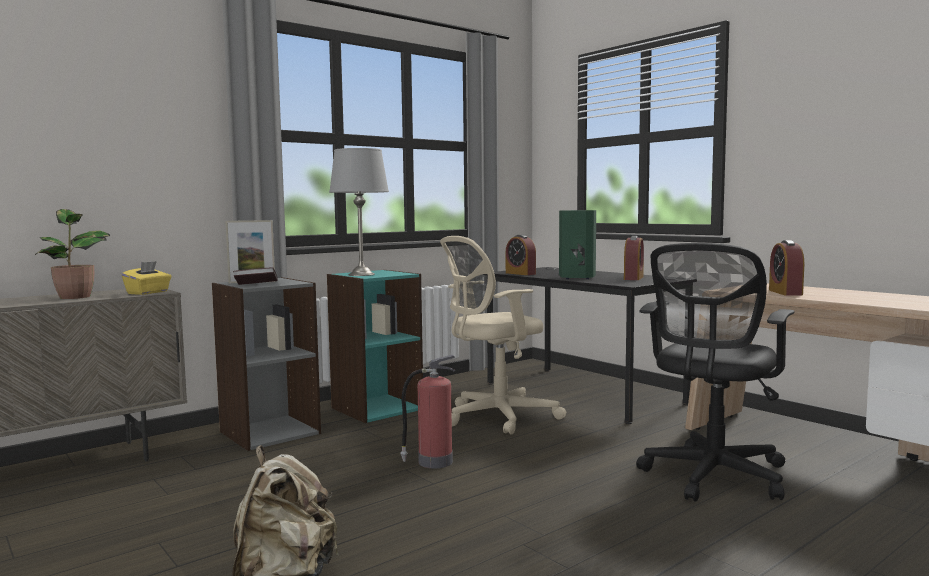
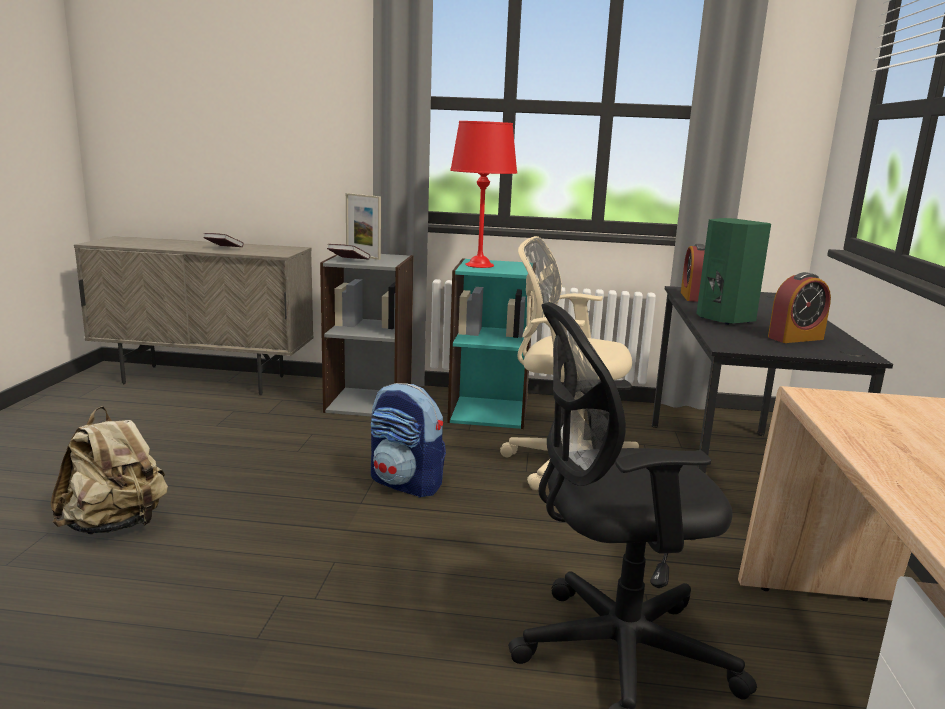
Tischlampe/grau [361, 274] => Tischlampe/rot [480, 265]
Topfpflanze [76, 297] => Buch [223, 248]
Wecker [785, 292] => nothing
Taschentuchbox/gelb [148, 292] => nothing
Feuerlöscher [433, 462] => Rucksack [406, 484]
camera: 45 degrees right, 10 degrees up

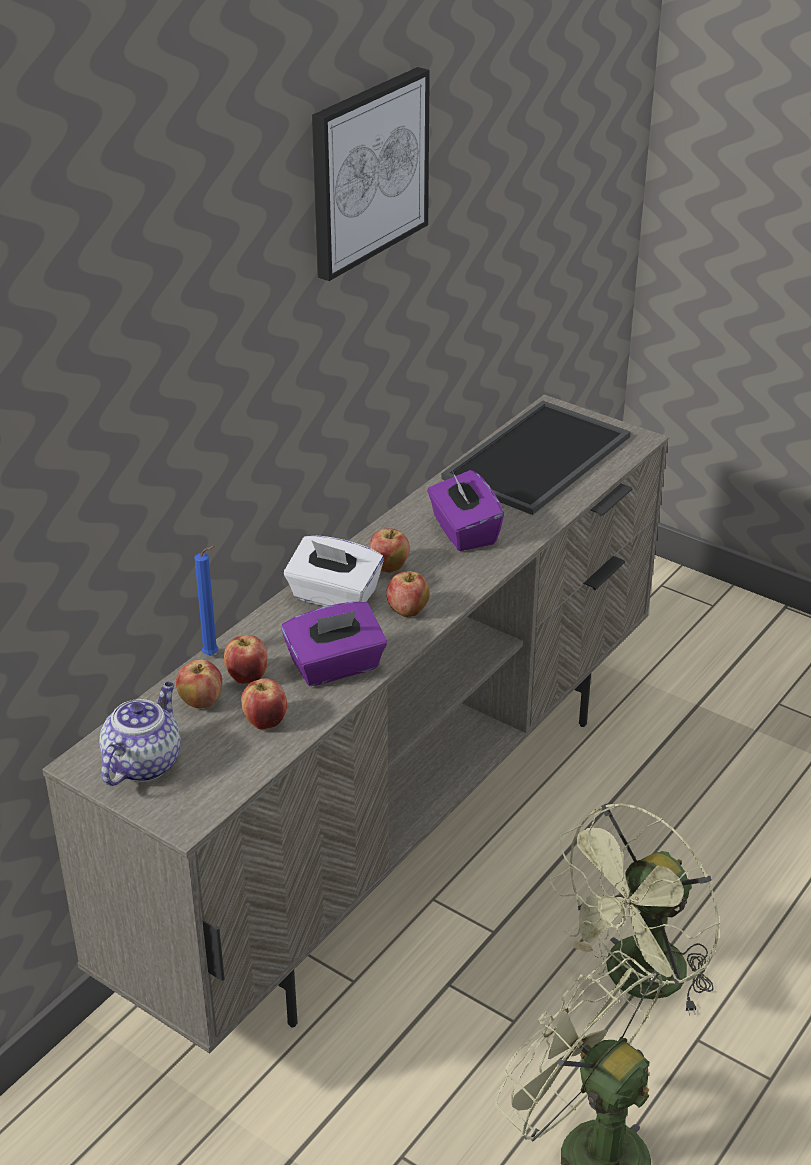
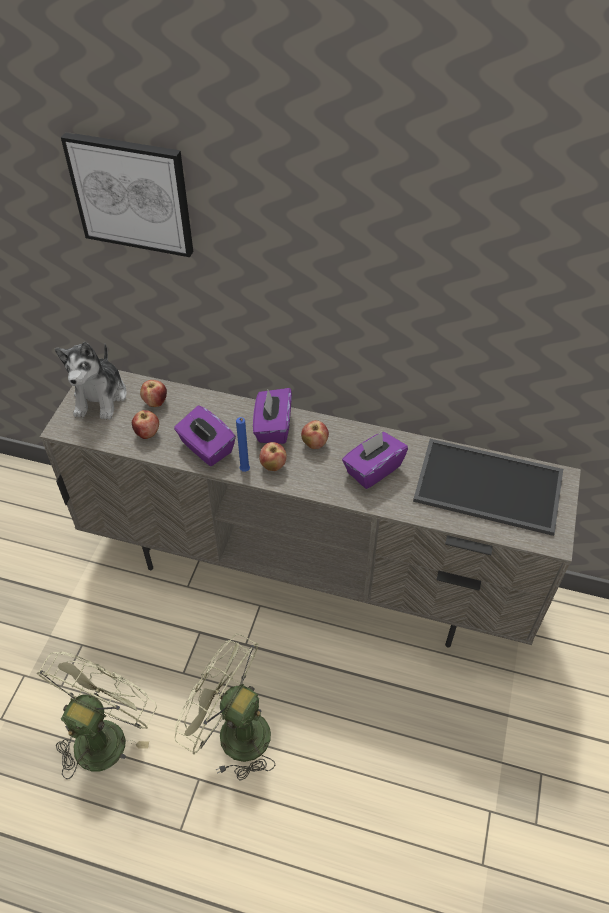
Bild [367, 171] => Bild [132, 194], relocated
Taschentuchbox/weiß [334, 596] => Taschentuchbox/lila [273, 427]
Kerze/blau [213, 655] => Kerze/blau [245, 471], relocated
Apfel [248, 677] => nothing
Teekanne [143, 762] => Plüschtier [100, 397]
camera: 70 degrees right, 15 degrees up

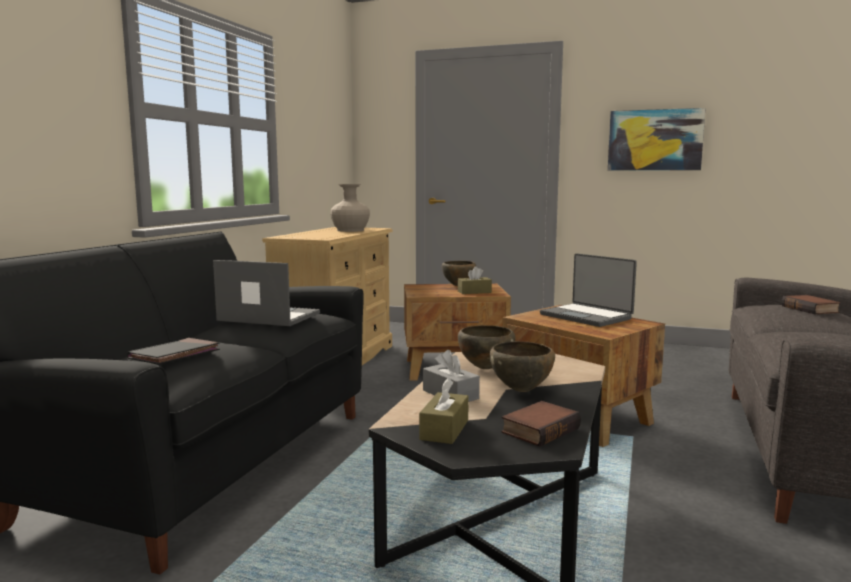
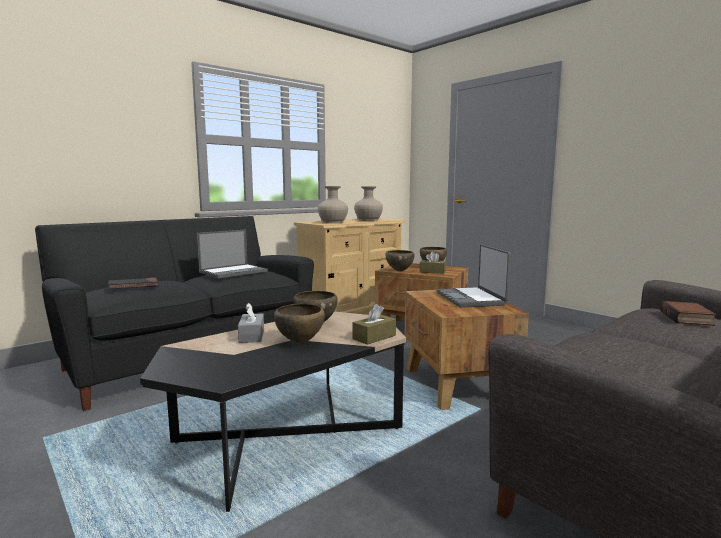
Bild [655, 140] => nothing
Laptop [268, 317] => Laptop [234, 271], 90 degrees clockwise
Taschentuchbox/braun [444, 430] => Taschentuchbox/braun [374, 337], relocated
Buch [539, 429] => nothing
nothing => Vase/beige [333, 222]
nothing => Schüssel/braun [399, 271]
camera: 30 degrees right, 0 degrees up

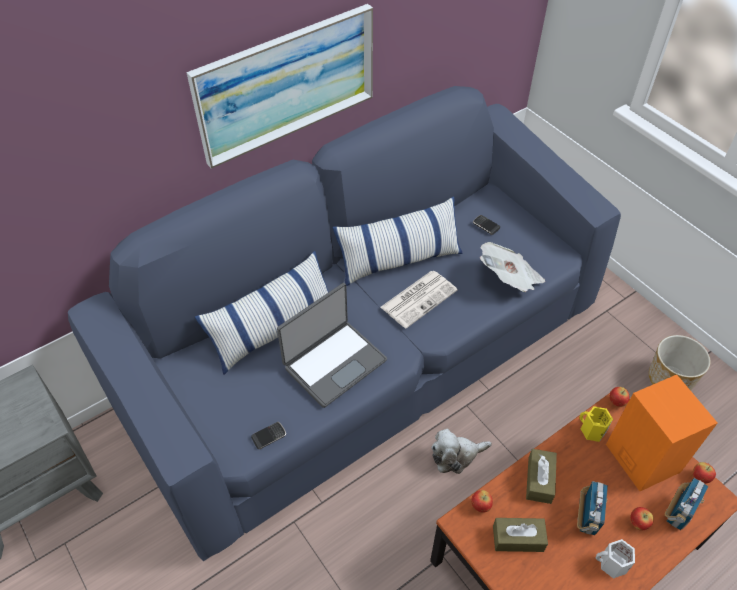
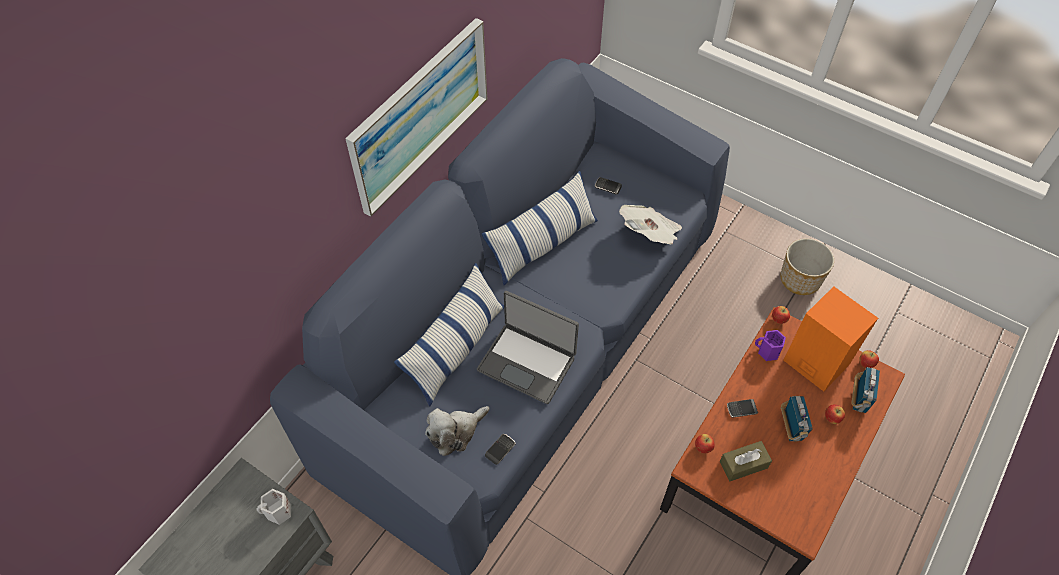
Zeitung [419, 298] => nothing
Laptop [334, 362] => Laptop [527, 362], 90 degrees clockwise
Henkelbecher/gelb [591, 431] => Henkelbecher/lila [767, 352]
Plüschtier [456, 456] => Plüschtier [455, 432], relocated
Taschentuchbox/braun [539, 480] => Handy [741, 409]
Henkelbecher/weiß [612, 565] => Henkelbecher/weiß [278, 513], relocated
camera: 20 degrees left, 5 degrees up

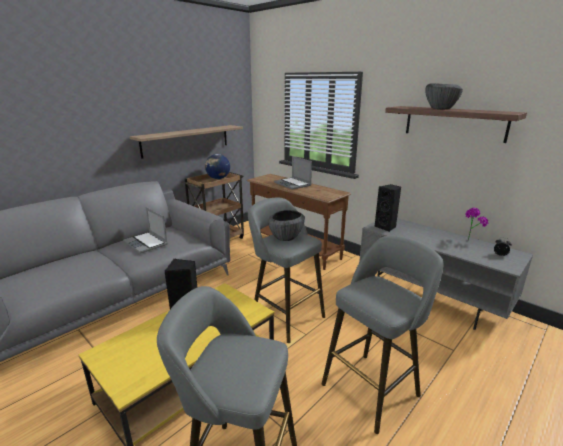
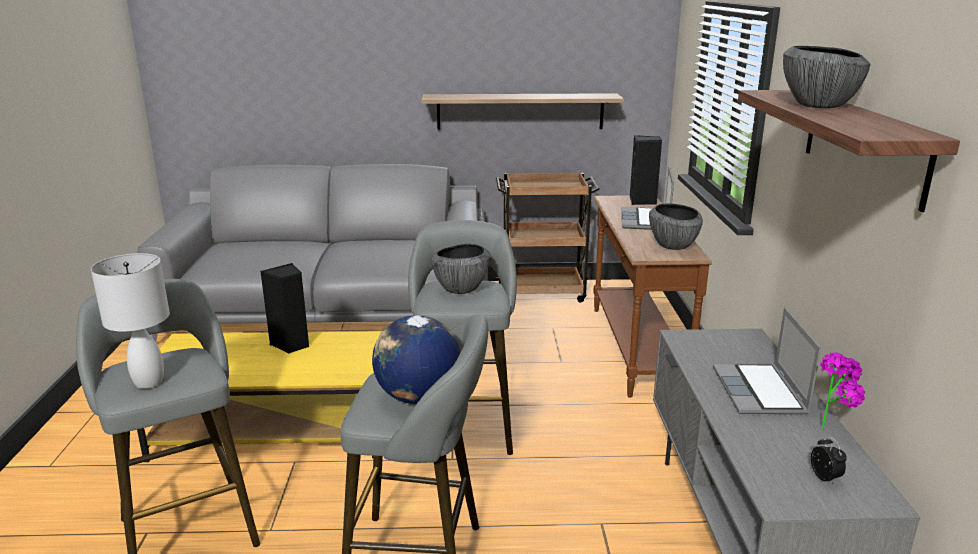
Globus [218, 178] => Globus [417, 397], relocated
Lautsprecher/schwarz [386, 227] => Lautsprecher/schwarz [642, 201], relocated
Laptop [146, 243] => Laptop [760, 392], relocated
nothing => Schüssel [673, 246]
nothing => Tischlampe/weiß [148, 382]
camera: 45 degrees right, 0 degrees up

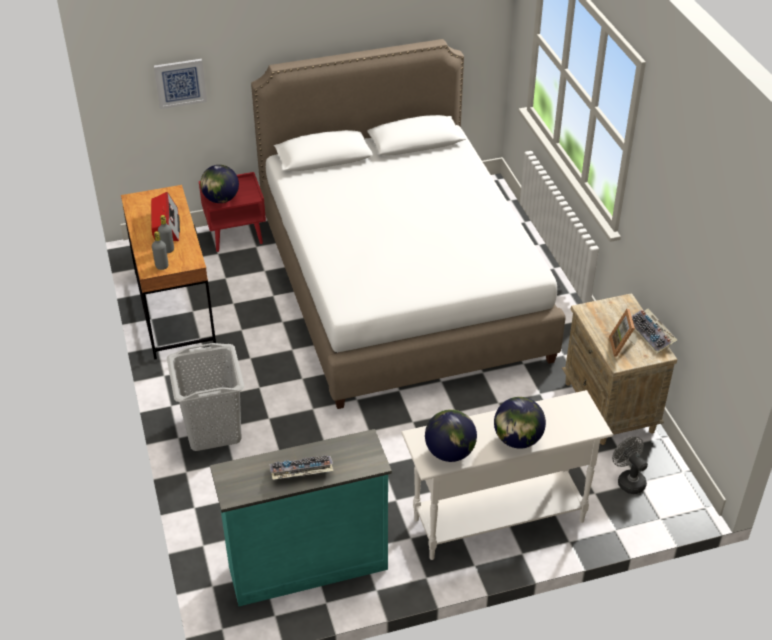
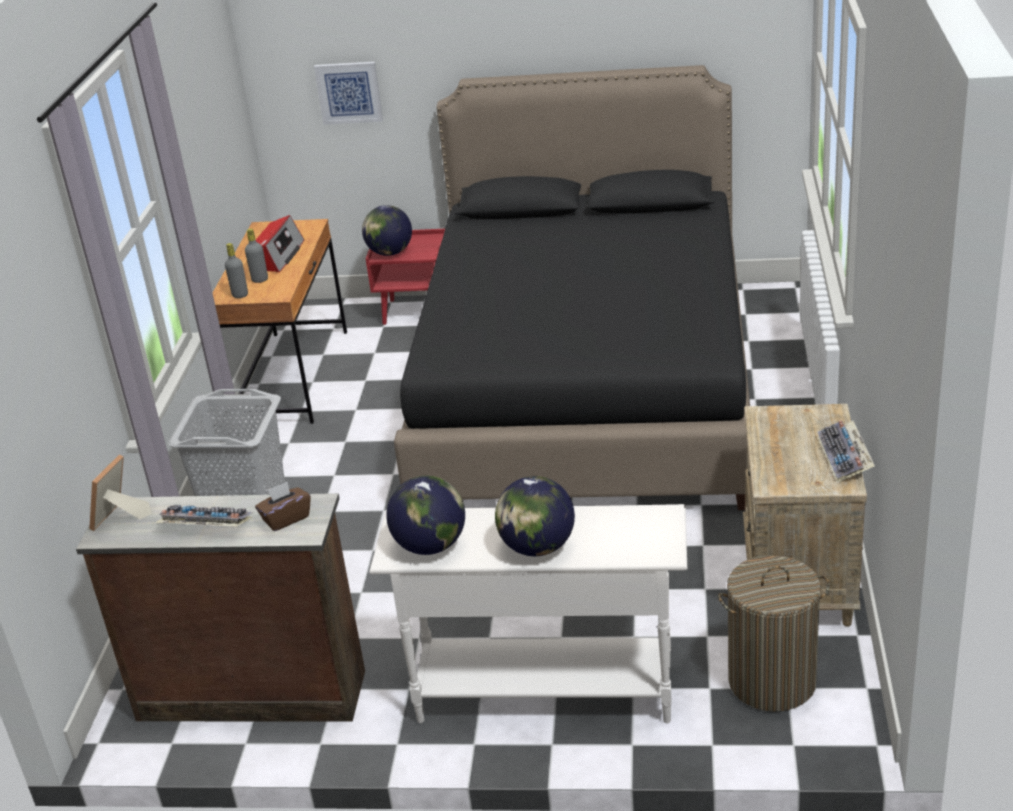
Bett/weiß [400, 285] => Bett/schwarz [587, 389]
Bilderrahmen [622, 346] => Bilderrahmen [119, 519], relocated
Kommode/türkis [306, 566] => Kommode/braun [251, 693]
Ventilator/grau [628, 480] => Wäschekorb [771, 682]
nothing => Taschentuchbox/braun [286, 518]
camera: 25 degrees right, 10 degrees down

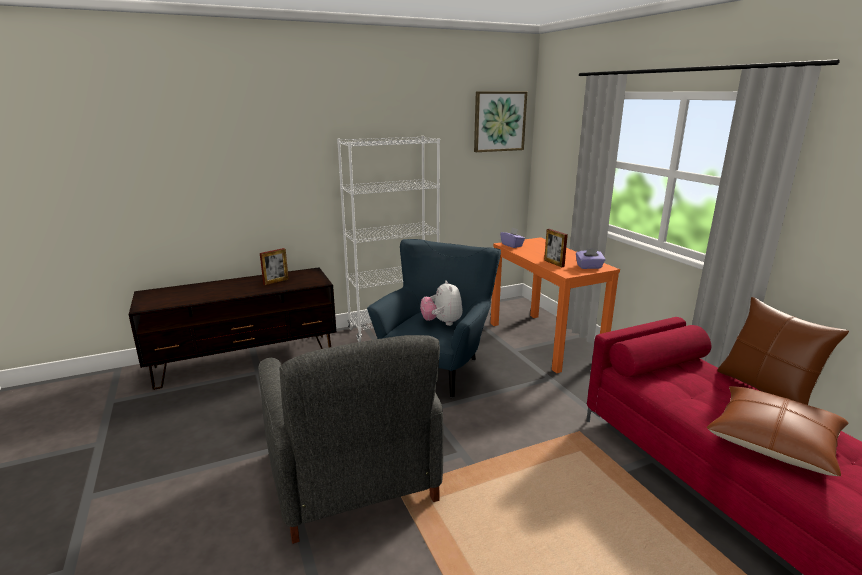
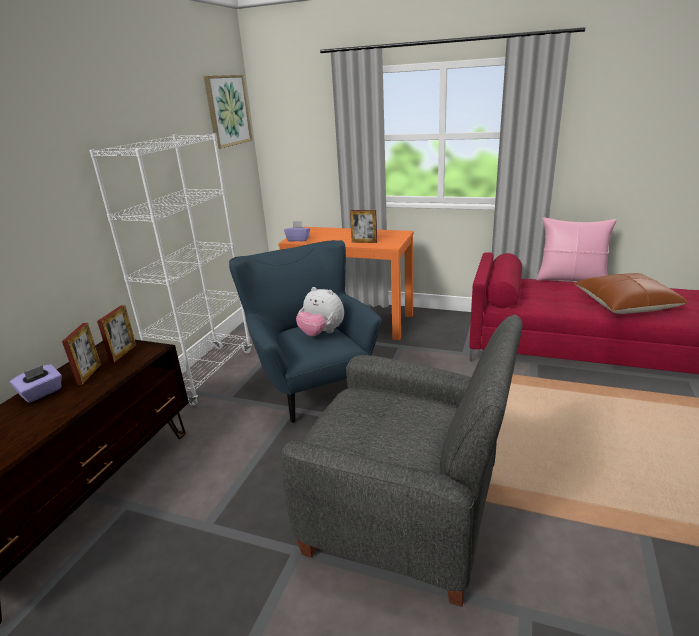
Taschentuchbox/lila [589, 267] => Taschentuchbox/lila [42, 393], relocated
Kissen/braun [766, 389] => Kissen/rosa [571, 279]
nothing => Bilderrahmen [123, 353]
camera: 45 degrees left, 5 degrees up

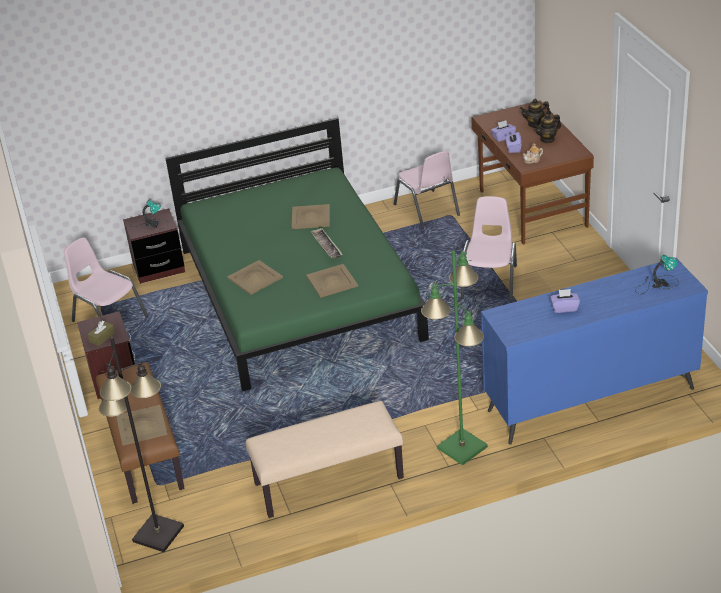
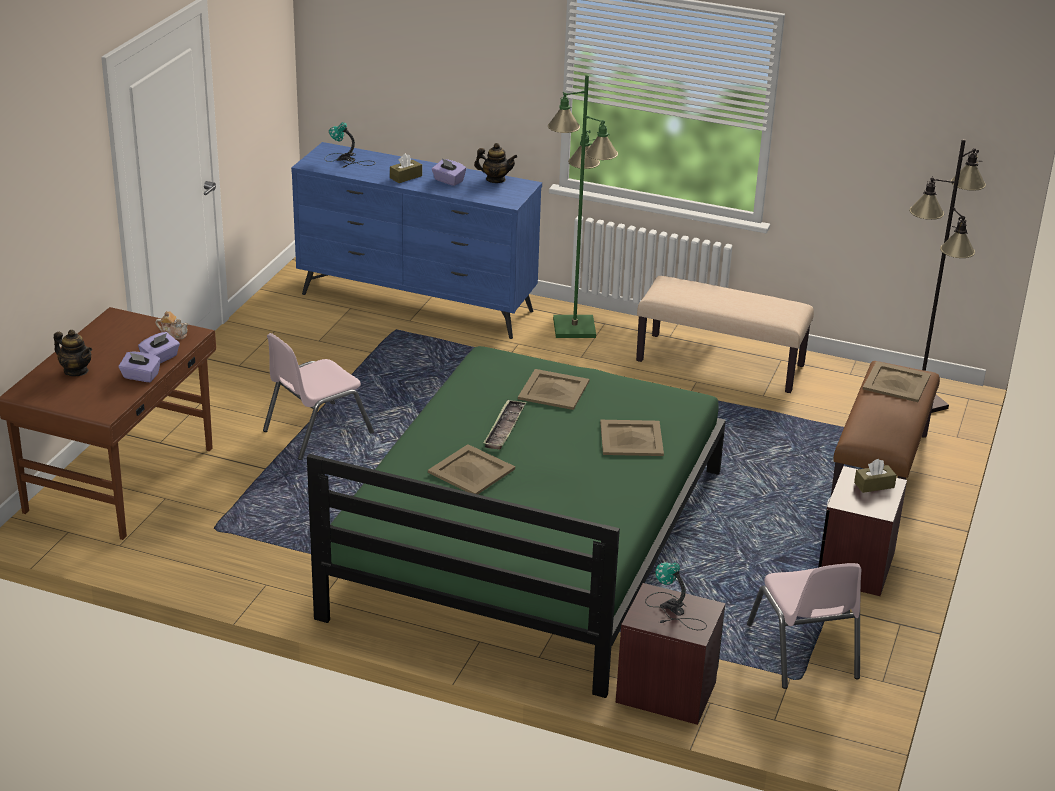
Teekanne [547, 139] => Teekanne [495, 180], relocated
Stuhl/rosa [427, 210] => nothing
nothing => Taschentuchbox/braun [406, 177]
camera: 145 degrees left, 5 degrees down

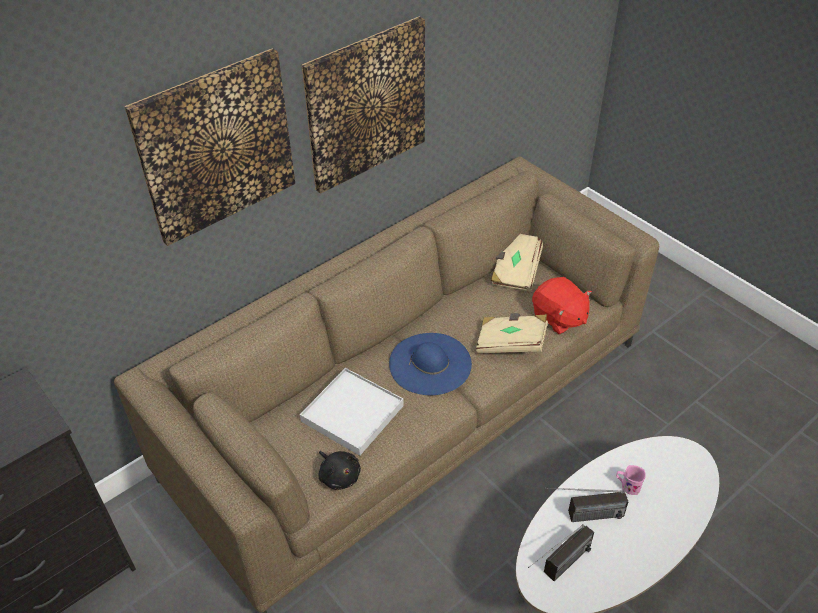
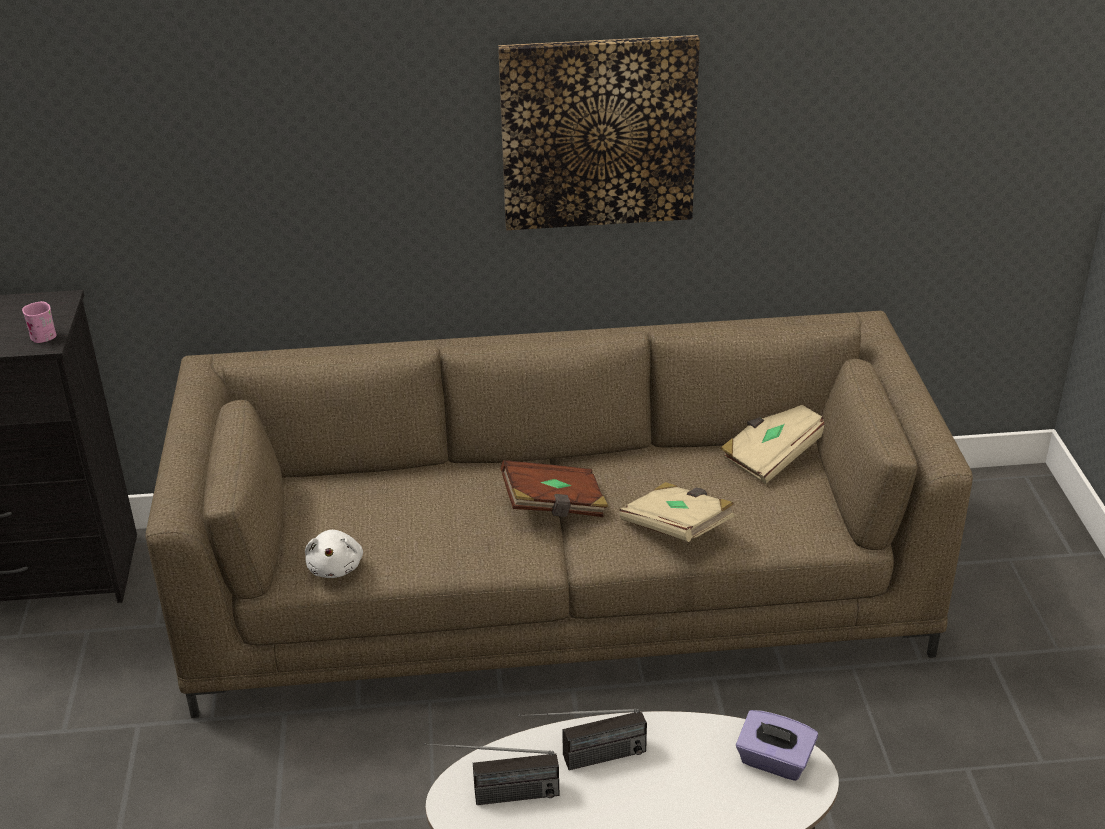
Bild [216, 147] => nothing
Plüschtier/rot [558, 318] => nothing
Hut/blau [430, 363] => Buch/braun [554, 506]
Tablett/weiß [353, 413] => nothing
Plüschtier/schwarz [339, 476] => Plüschtier/weiß [336, 567]
Henkelbecher/rosa [627, 486] => Henkelbecher/rosa [41, 334], relocated
Radio [582, 516] => Radio [584, 760], 45 degrees counterclockwise
nothing => Taschentuchbox/lila [774, 761]
camera: 35 degrees right, 10 degrees down

